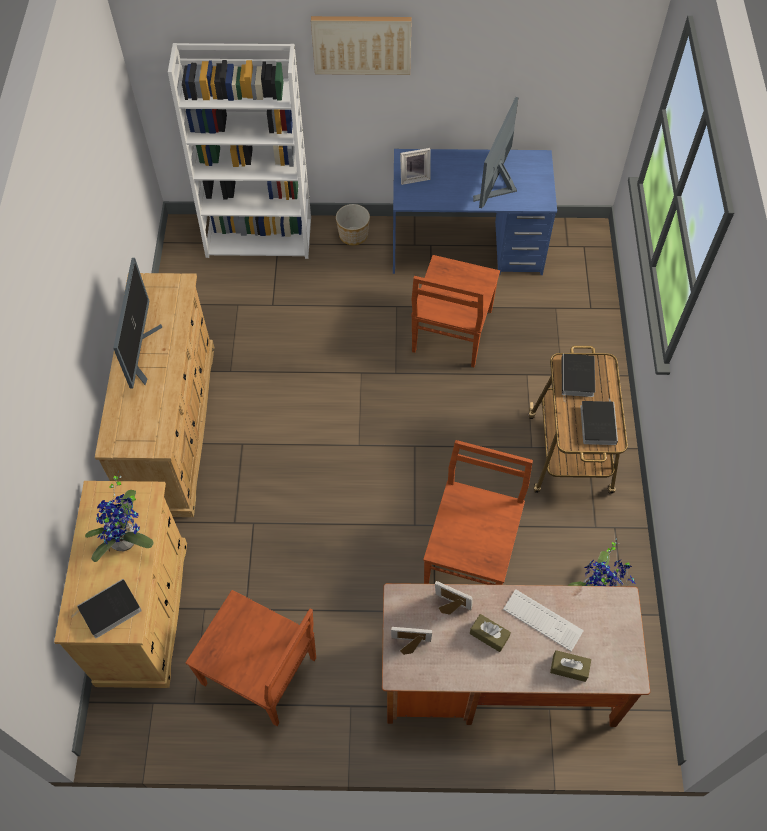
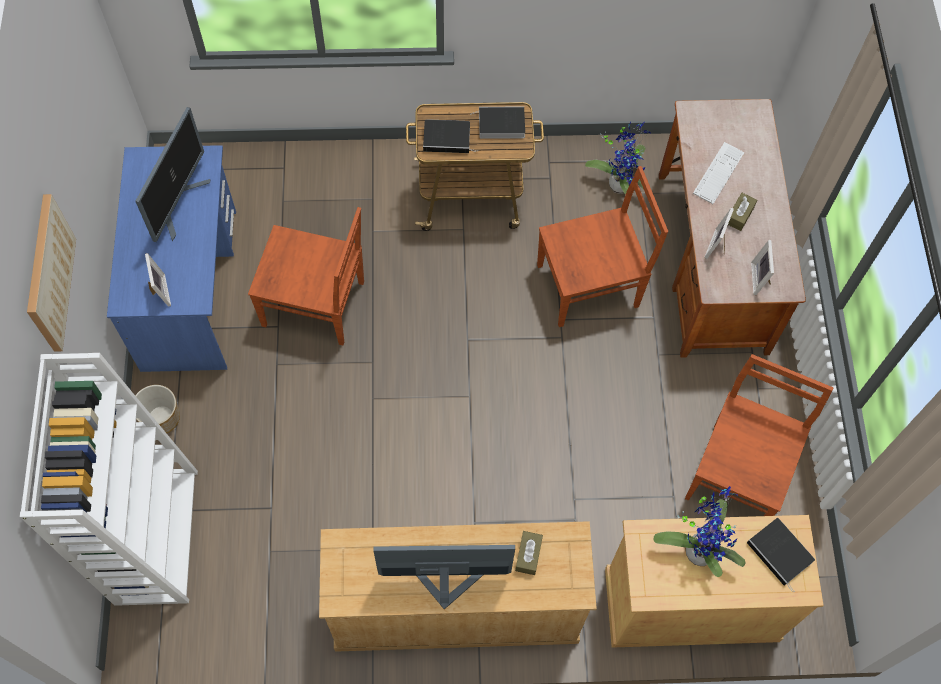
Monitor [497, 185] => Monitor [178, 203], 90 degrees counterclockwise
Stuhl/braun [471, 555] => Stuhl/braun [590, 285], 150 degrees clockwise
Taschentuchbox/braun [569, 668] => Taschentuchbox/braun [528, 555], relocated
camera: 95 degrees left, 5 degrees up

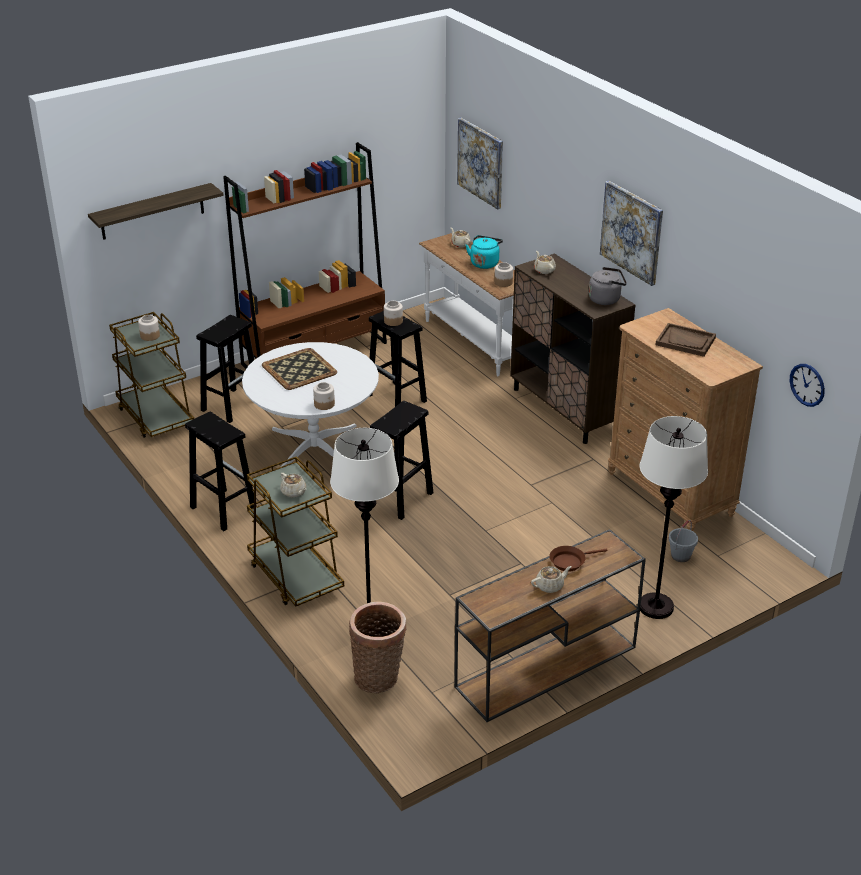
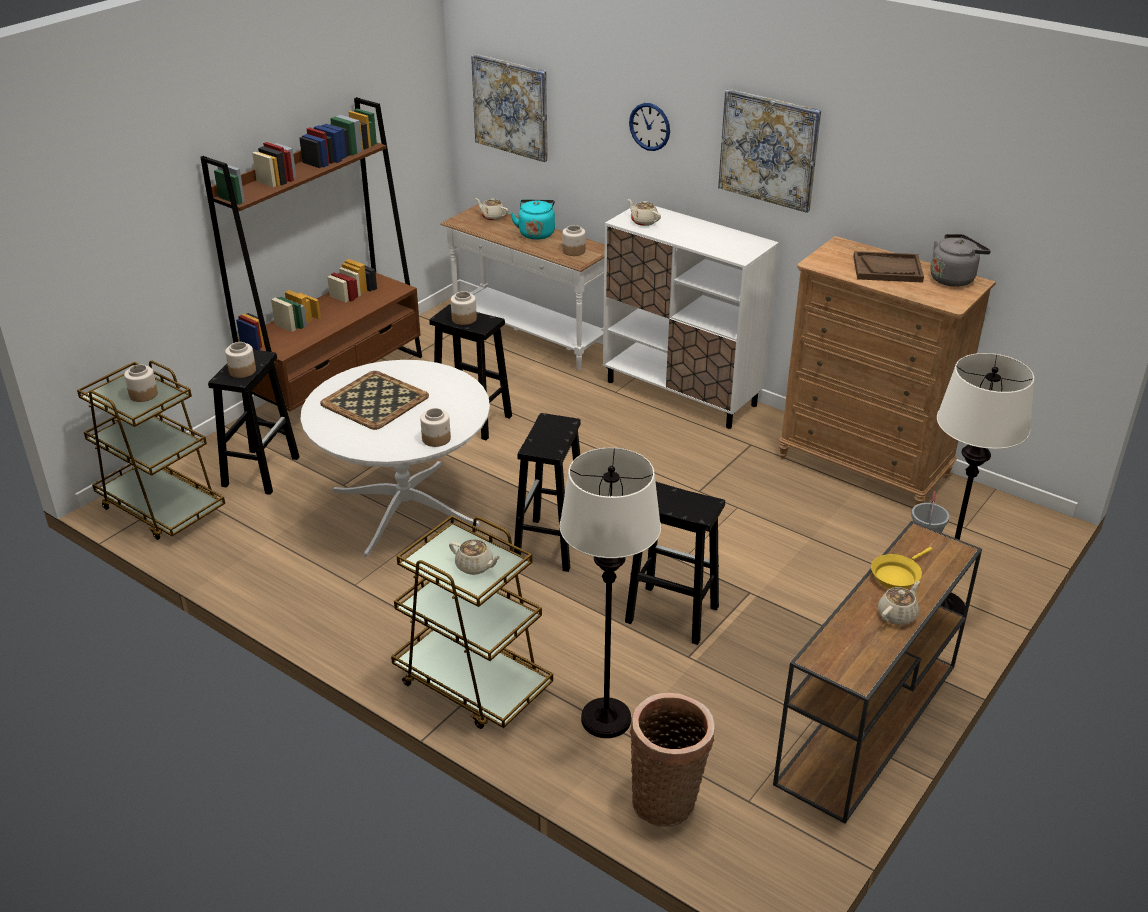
Wandregal [152, 211] => nothing
Schrank/braun [565, 409] => Schrank/weiß [681, 393]
Wasserkessel/grau [606, 299] => Wasserkessel/grau [954, 278], relocated
Wanduhr [807, 384] => Wanduhr [650, 126], relocated
Hocker/schwarz [223, 509] => Hocker/schwarz [670, 614], relocated
Pfanne/braun [570, 561] => Pfanne/gelb [897, 575]
nothing => Vorratsglas [242, 371]
camera: 20 degrees left, 0 degrees up

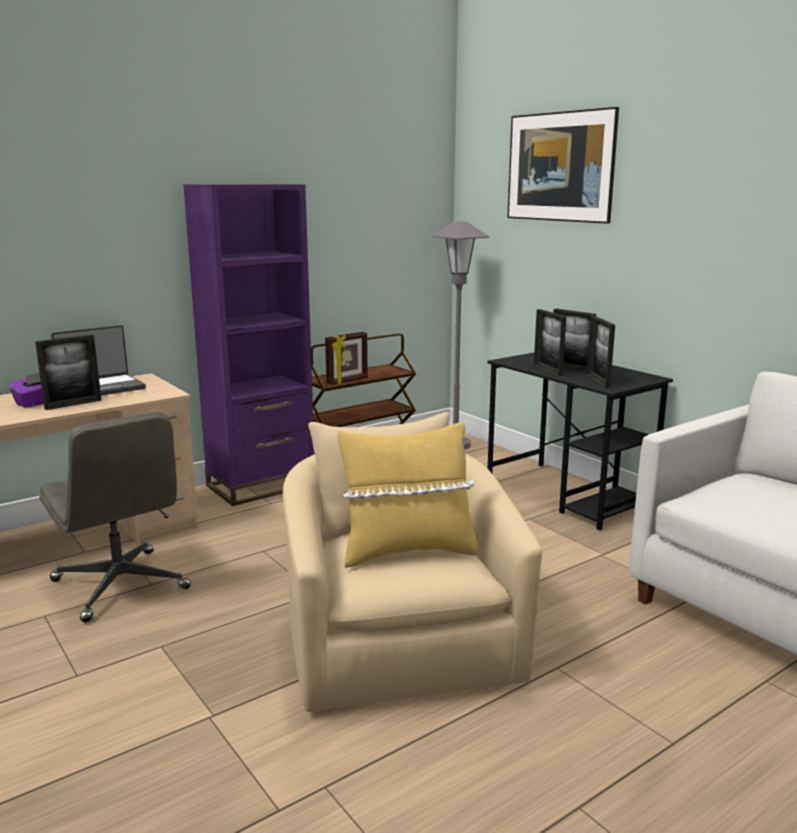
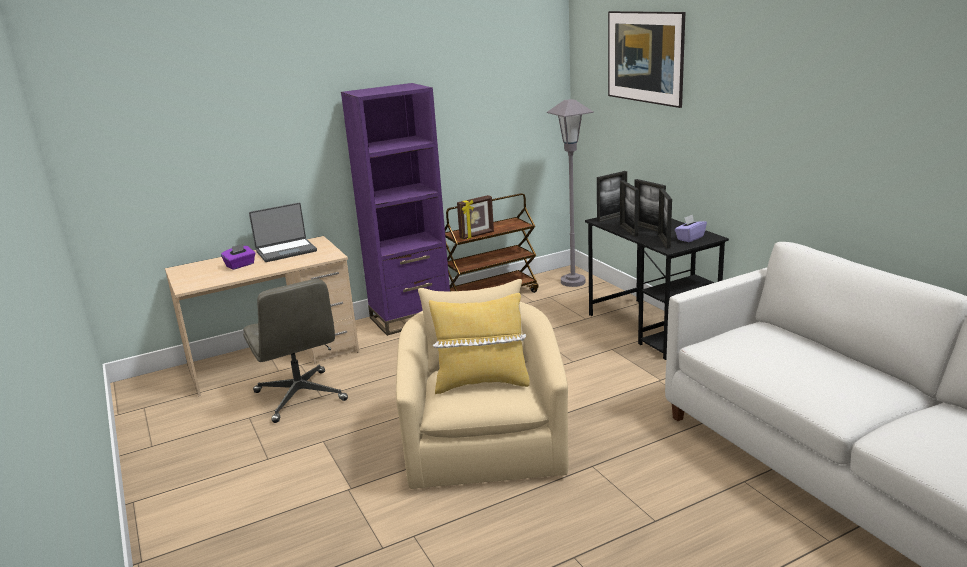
Bilderrahmen [73, 404] => Bilderrahmen [612, 217], relocated
nothing => Taschentuchbox/lila [690, 238]
camera: 10 degrees right, 5 degrees up

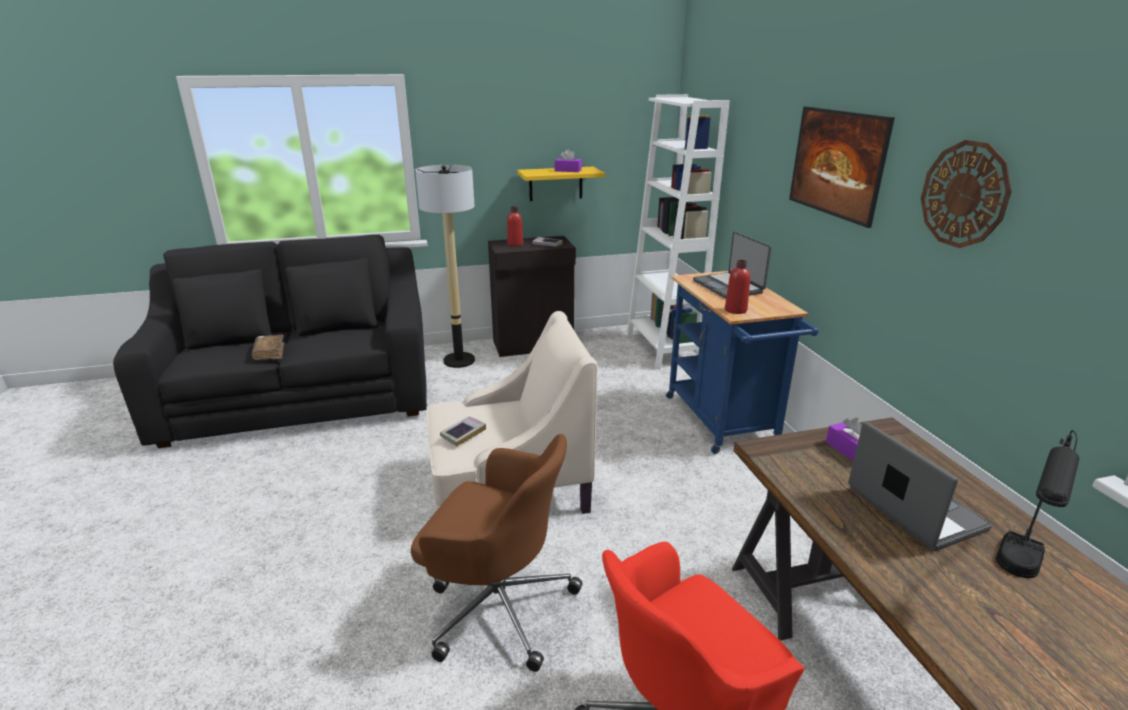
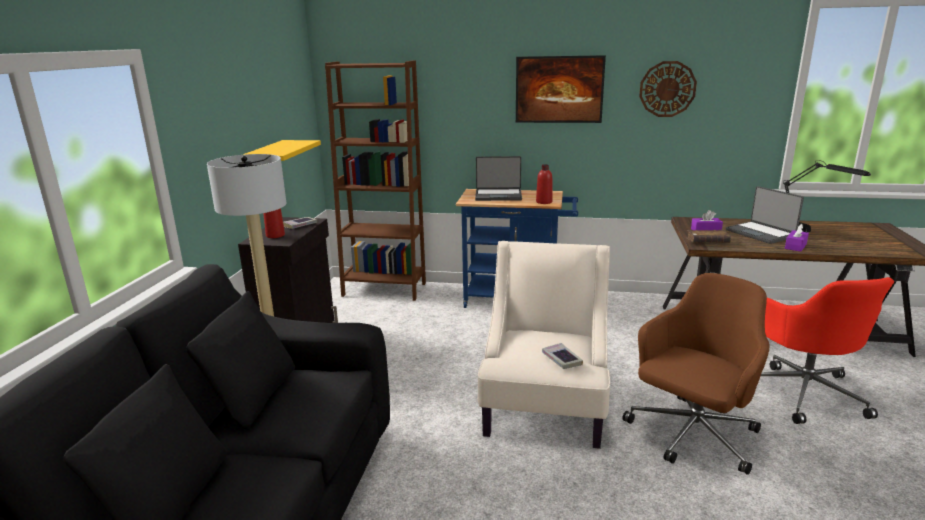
Bücherregal/weiß [662, 349] => Bücherregal/braun [384, 289]
Taschentuchbox/lila [568, 170] => Taschentuchbox/lila [795, 246], relocated
Buch/braun [269, 352] => Buch/braun [707, 242], relocated
Laptop [913, 509] => Laptop [761, 233], 120 degrees counterclockwise
camera: 65 degrees left, 5 degrees down

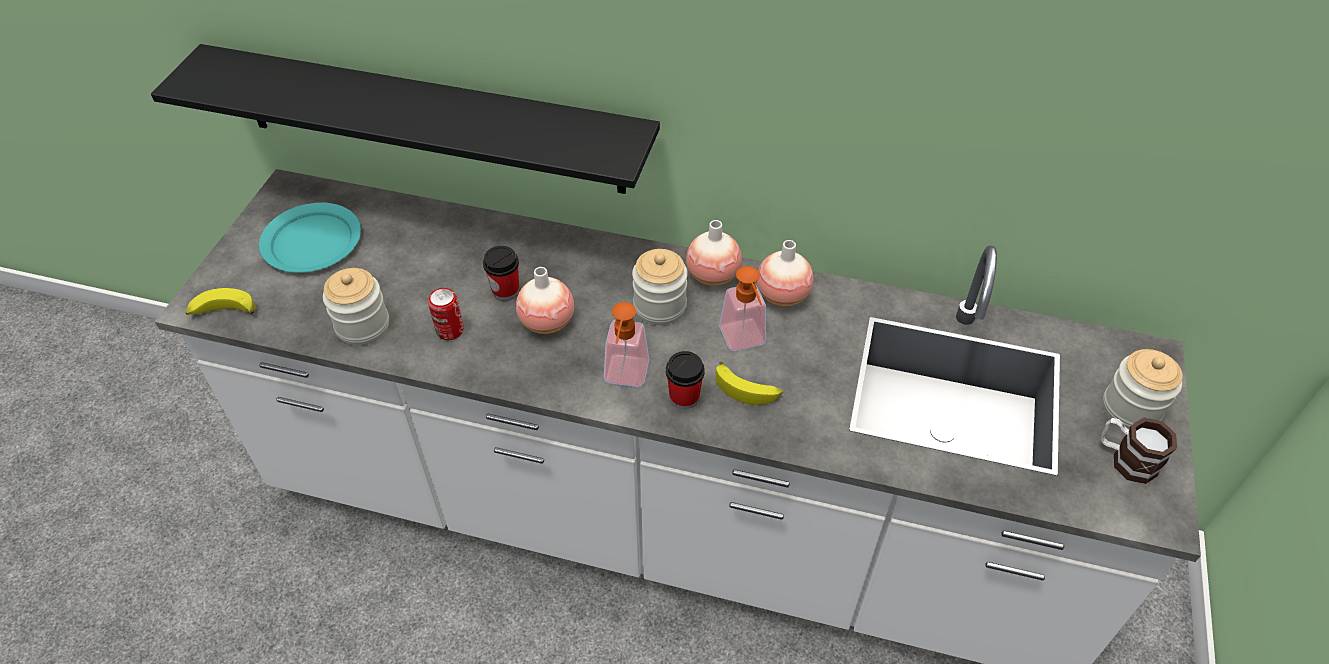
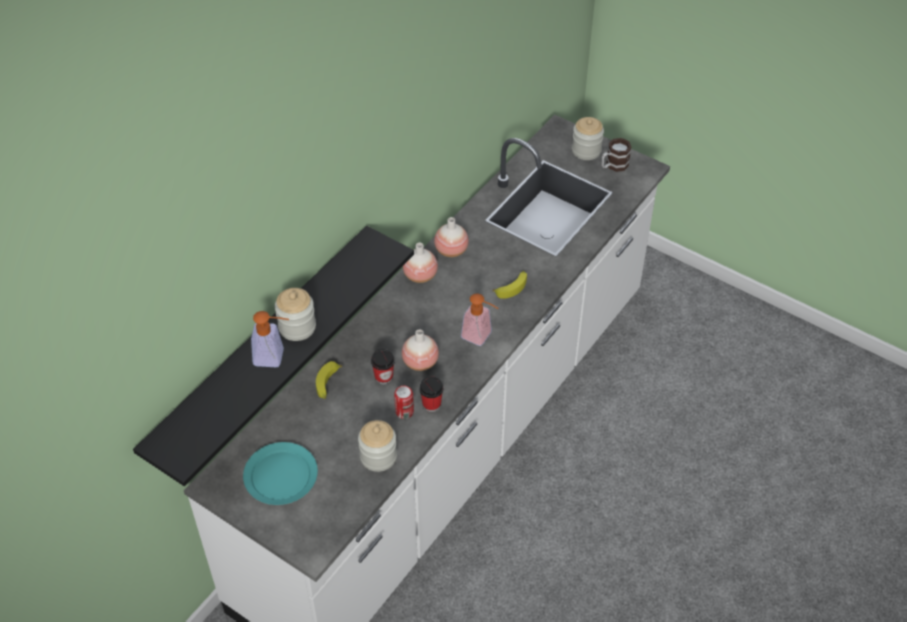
Vorratsglas [660, 306] => Vorratsglas [297, 327], relocated
Seifenspender [745, 342] => Seifenspender [274, 357], relocated
Banane [223, 312] => Banane [328, 384], relocated
Tasse [684, 397] => Tasse [431, 404], relocated
camera: 70 degrees left, 0 degrees up

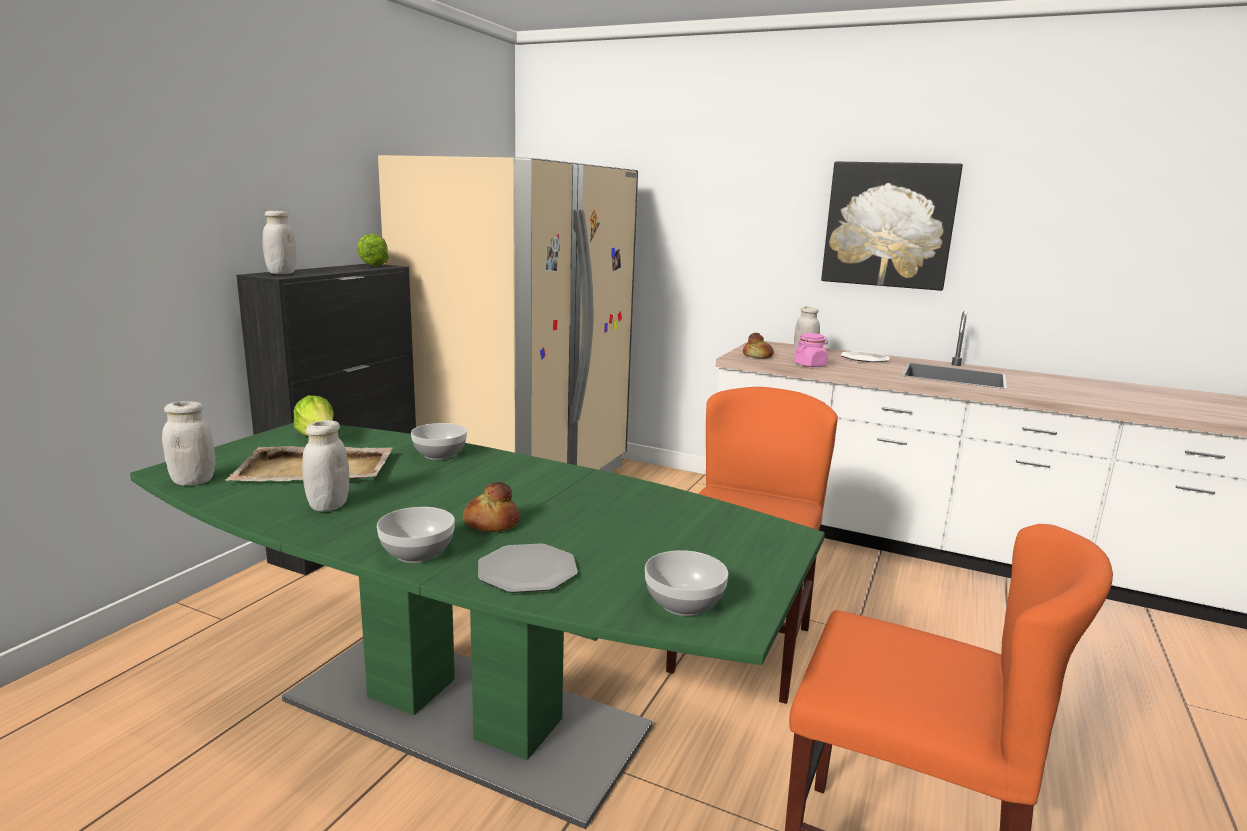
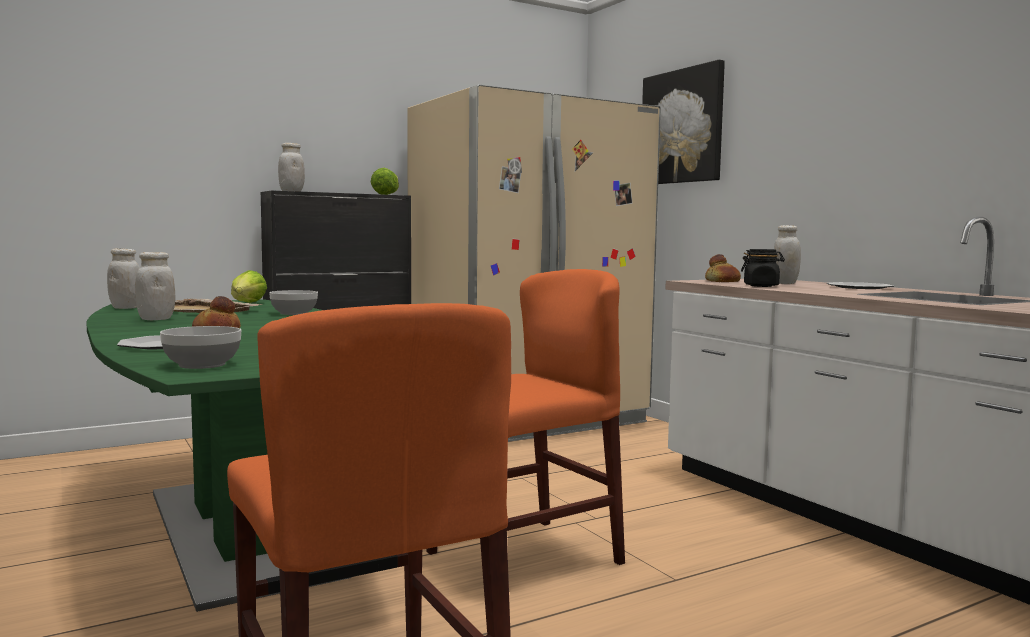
Bild [889, 225] => Bild [682, 127], relocated
Vorratsglas/rosa [810, 365] => Vorratsglas/schwarz [761, 286]
Schüssel [417, 552] => nothing
camera: 35 degrees right, 10 degrees down

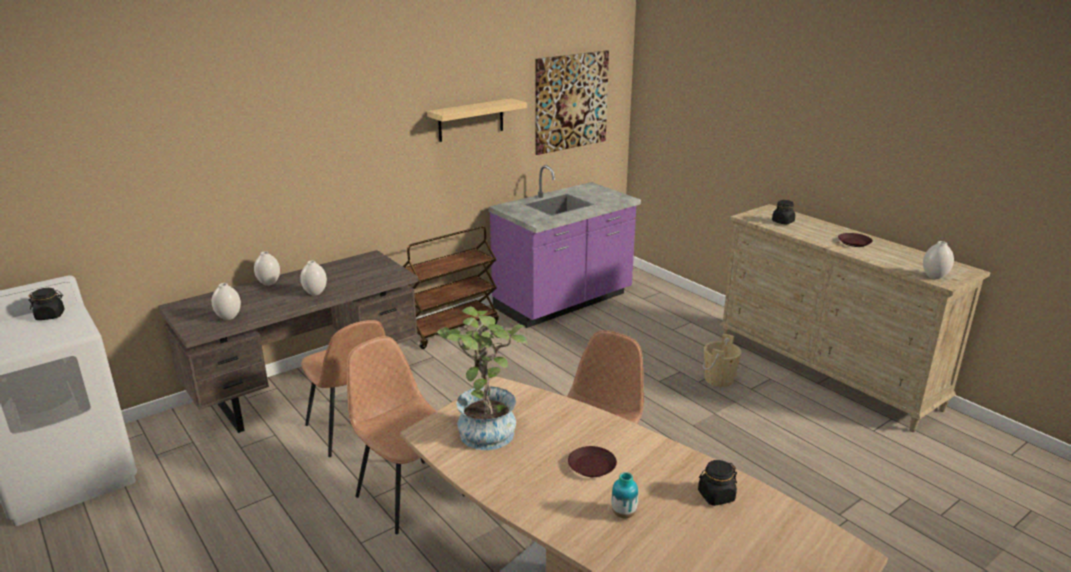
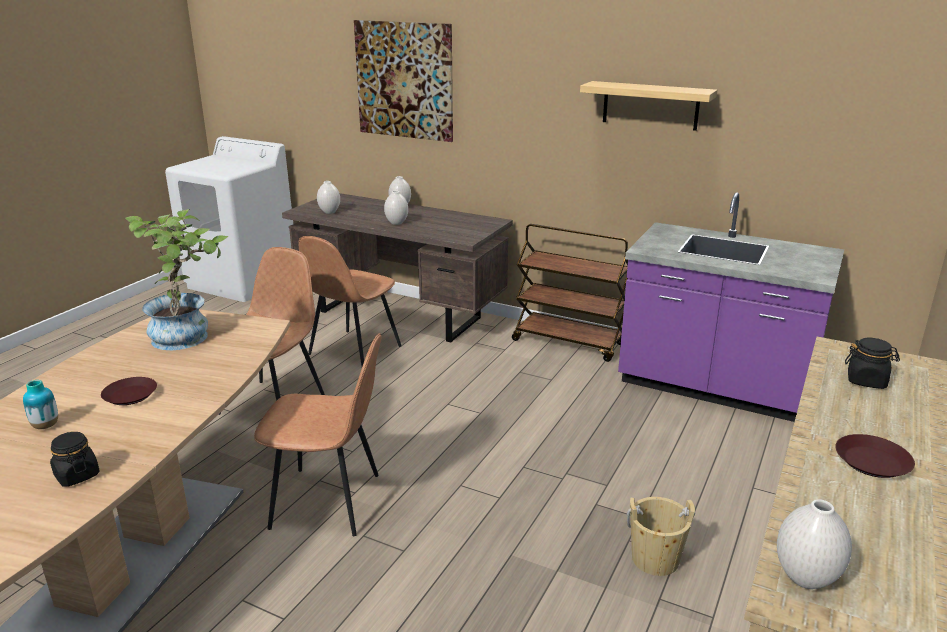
Bild [571, 101] => Bild [404, 80], relocated
Vorratsglas/schwarz [50, 316] => nothing
camera: 65 degrees right, 0 degrees up

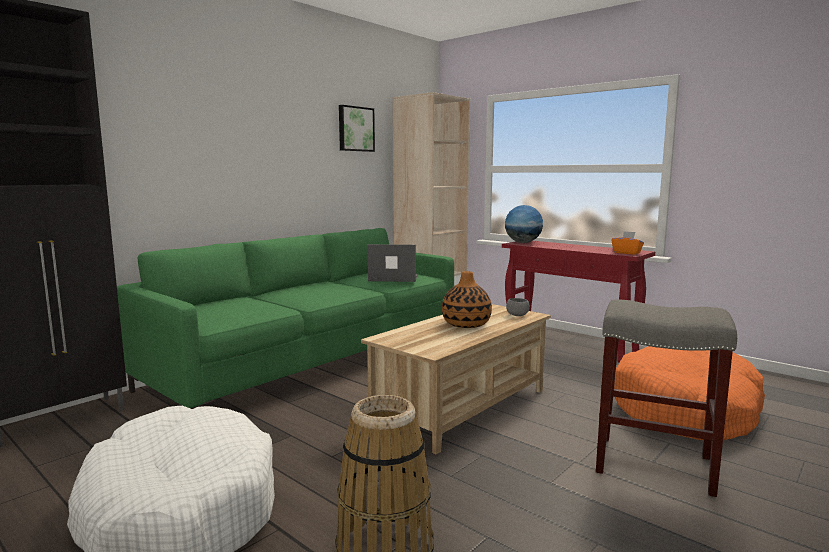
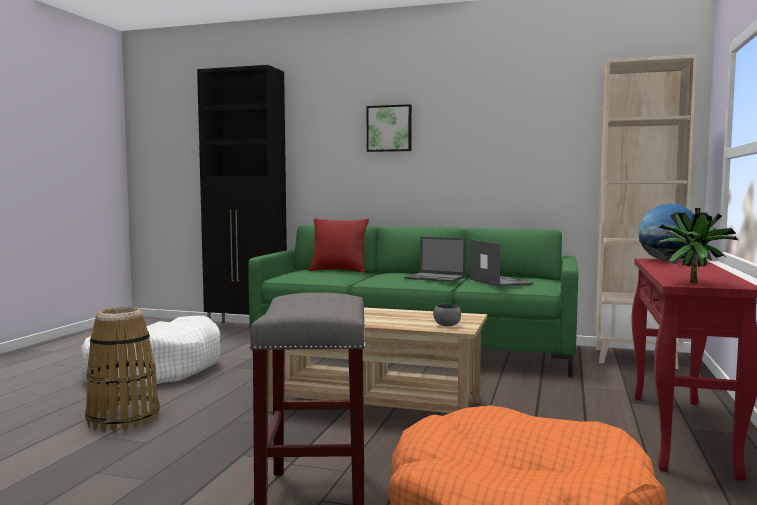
Bild [355, 129] => Bild [389, 128], relocated
Taschentuchbox/orange [627, 253] => Topfpflanze [692, 282]
Vase [466, 324] => nothing
nothing => Kissen/rot [338, 271]
nothing => Laptop [436, 278]
camera: 65 degrees right, 5 degrees down

